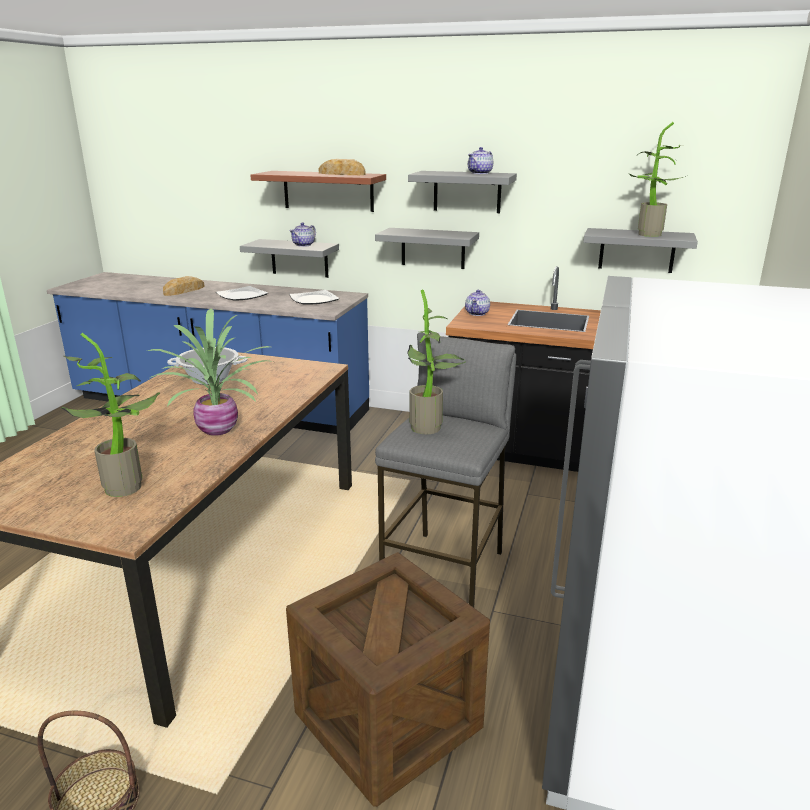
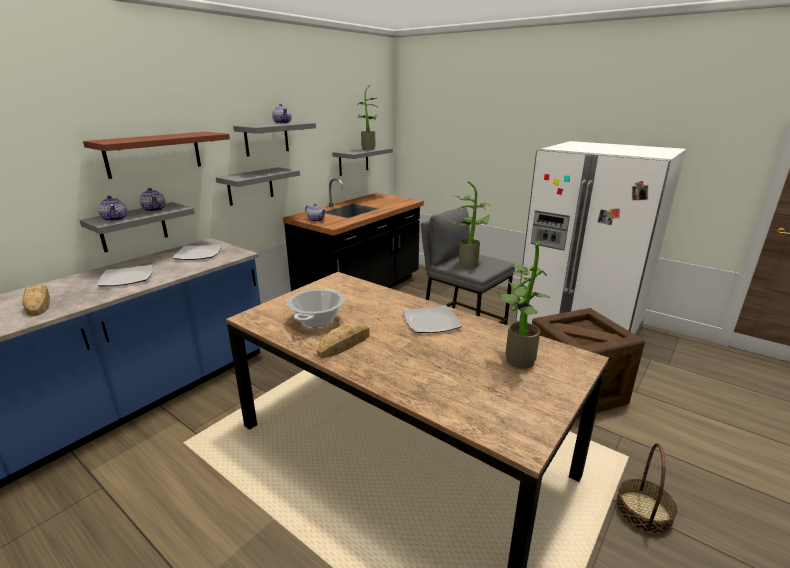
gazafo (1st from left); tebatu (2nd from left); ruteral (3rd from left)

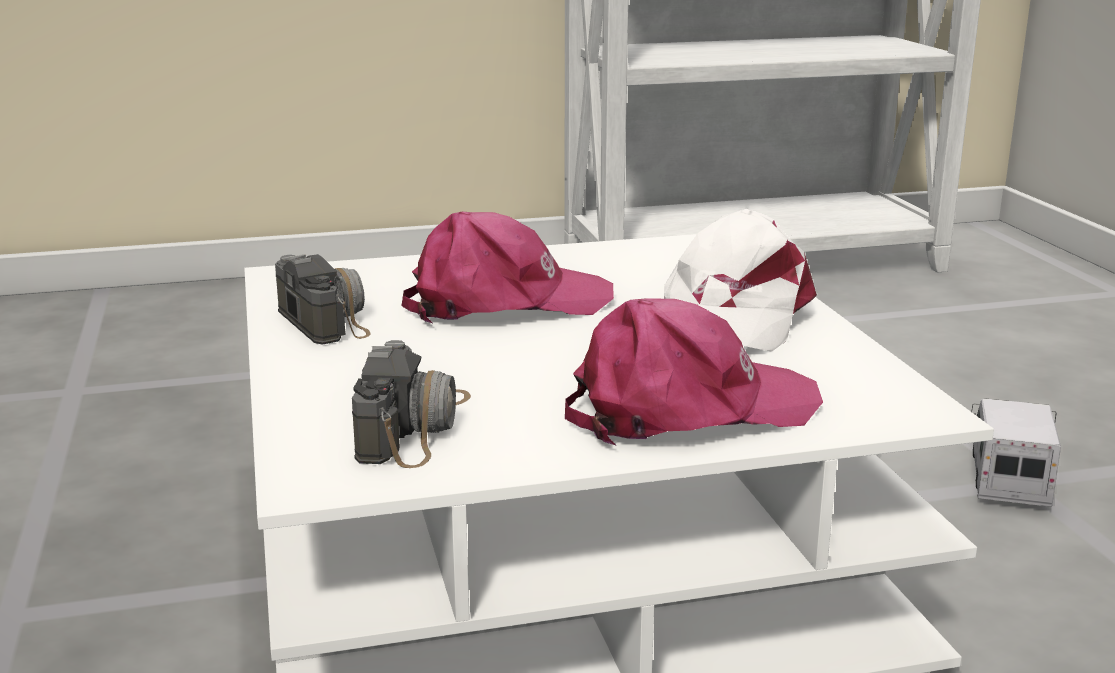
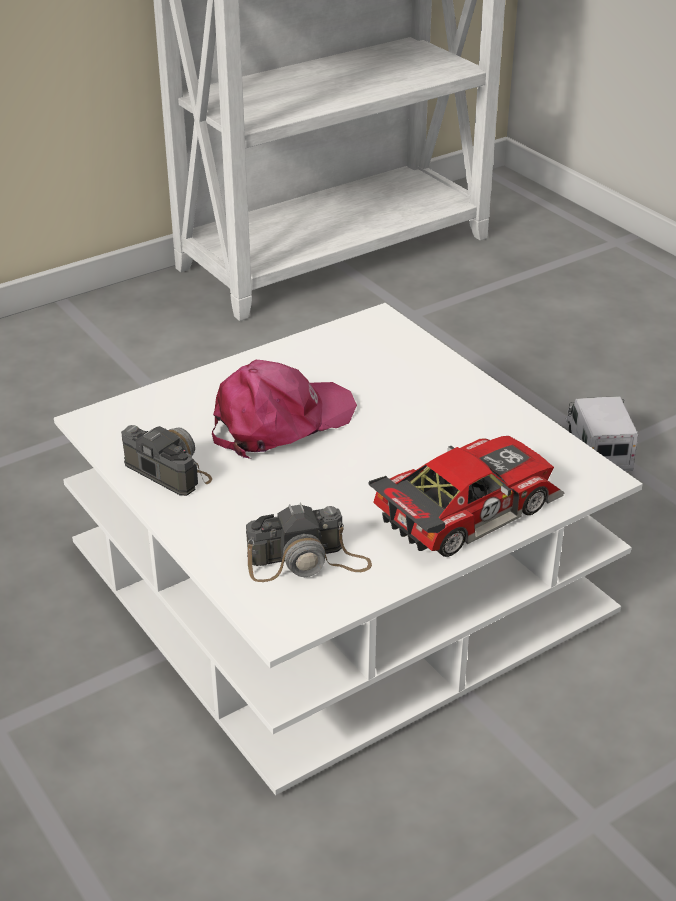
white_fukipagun; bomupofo; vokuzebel (2nd from left)

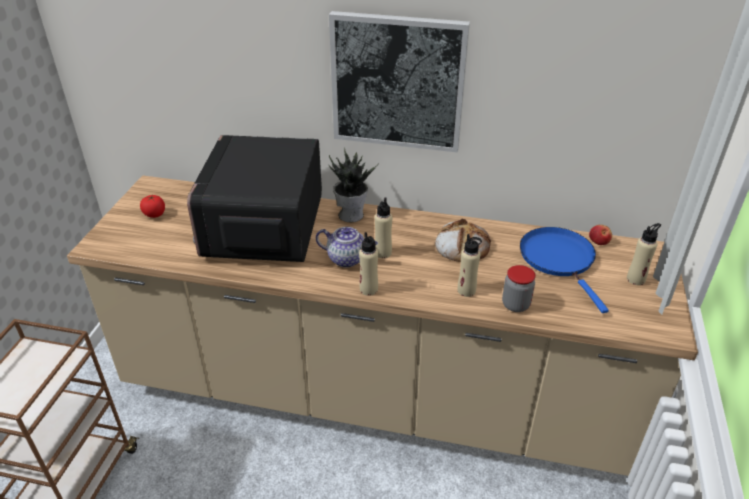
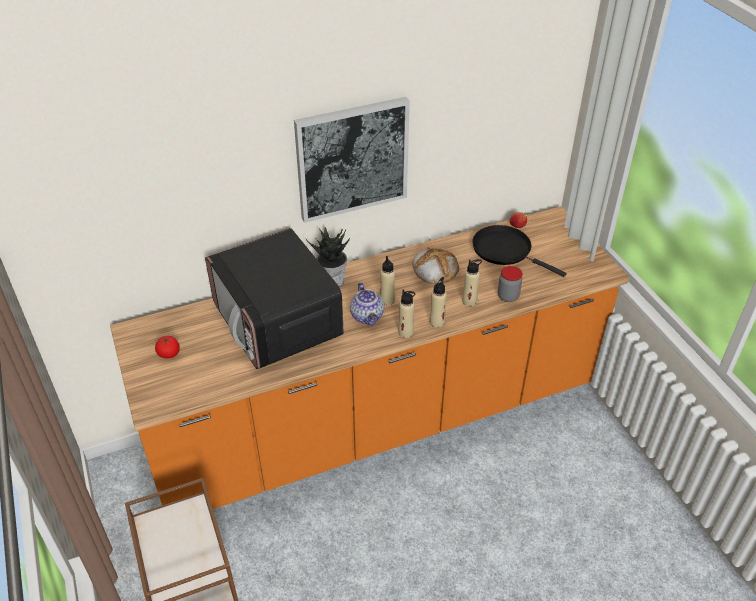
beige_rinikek (3rd from left); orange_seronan; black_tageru; gazafo

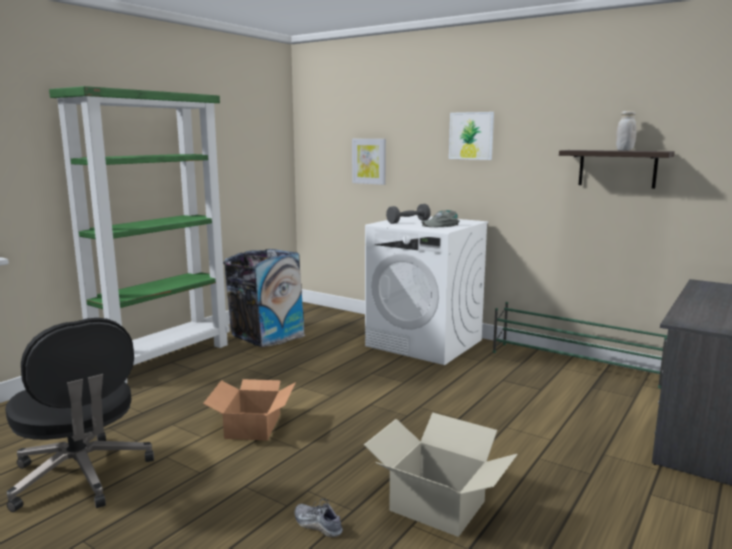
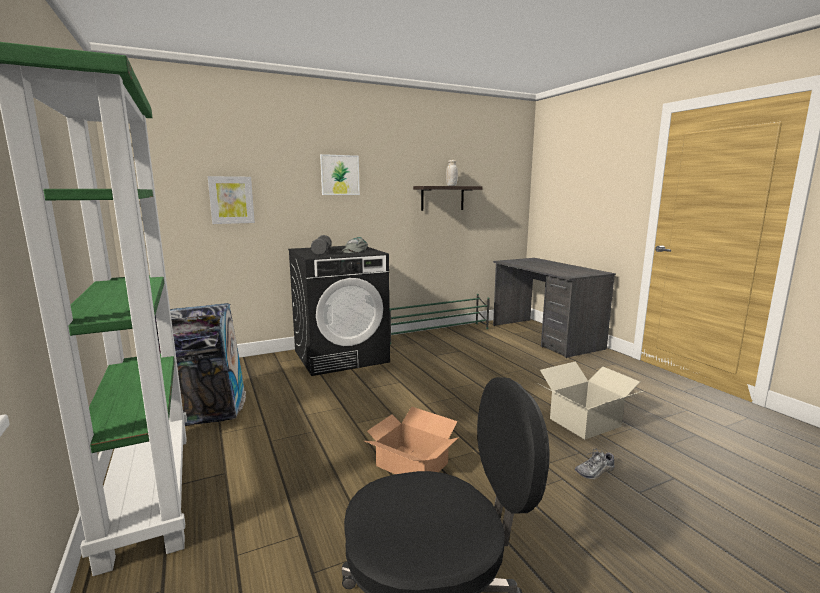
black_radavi

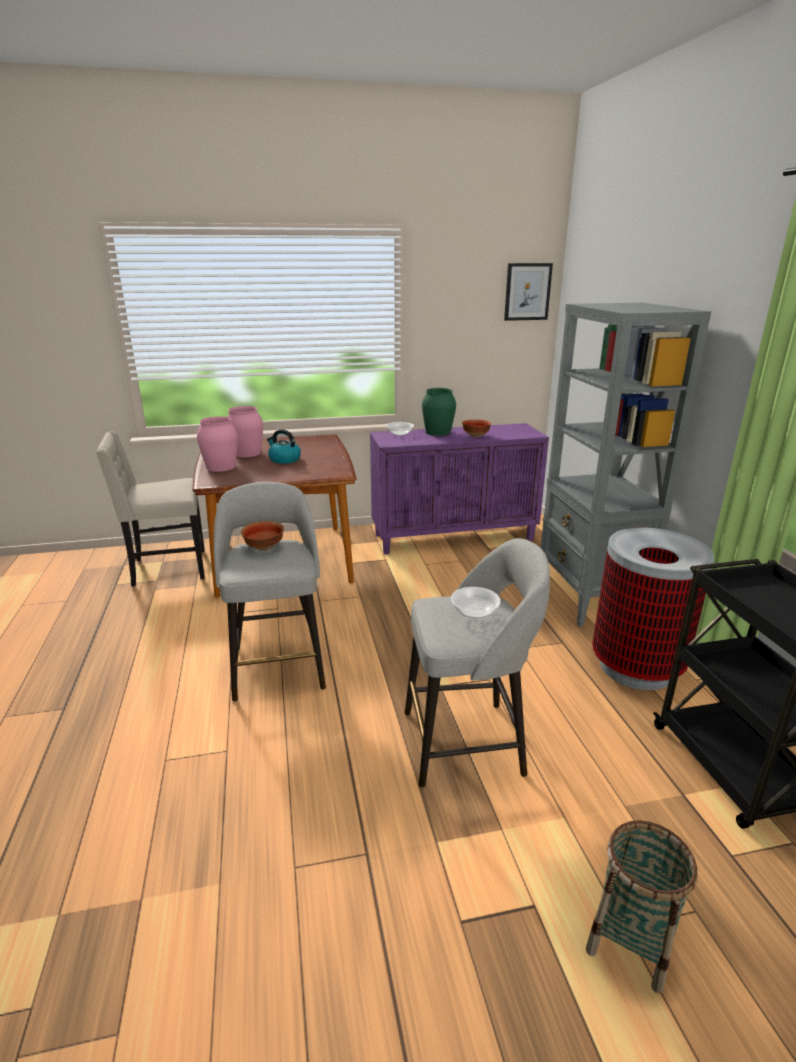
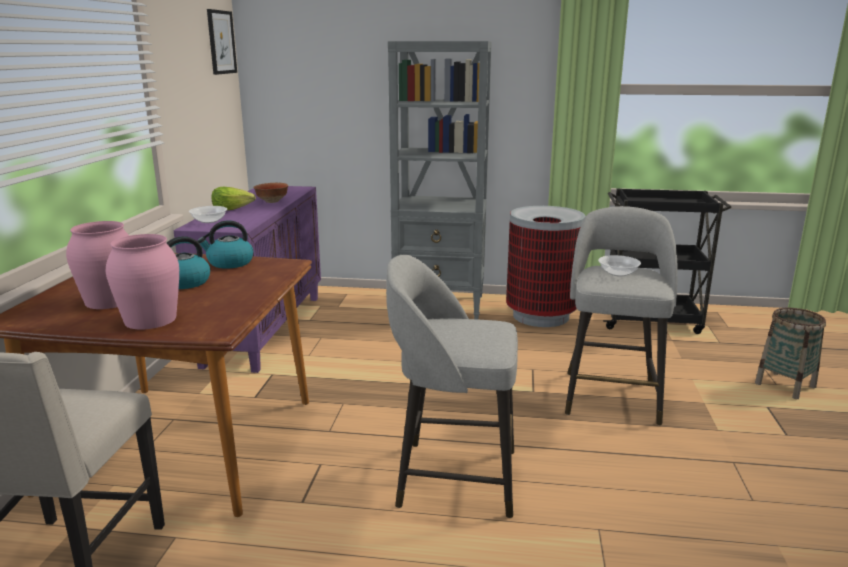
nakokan (1st from left in the first image); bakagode (2nd from left); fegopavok

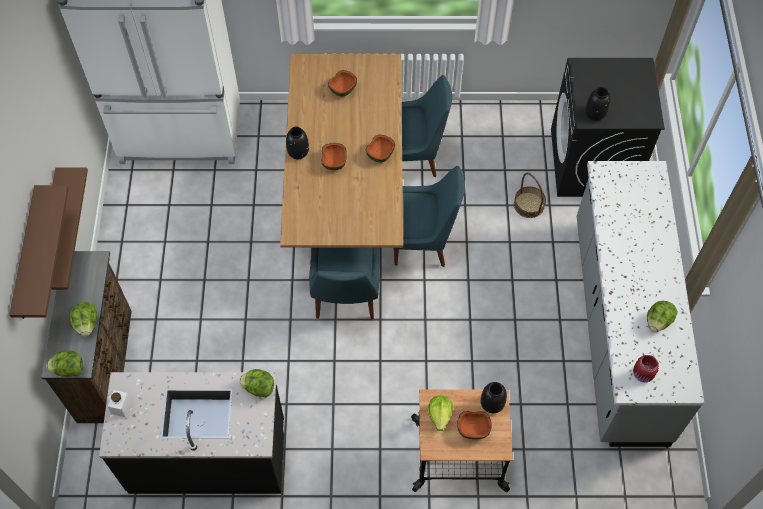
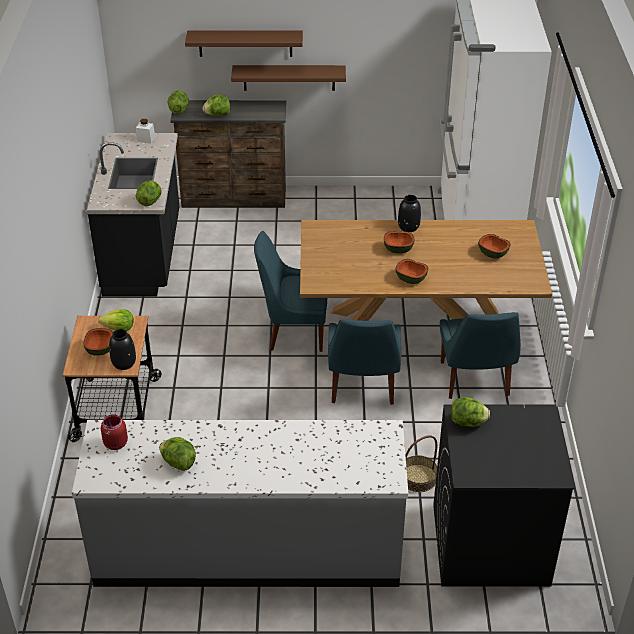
fegopavok (6th from left)

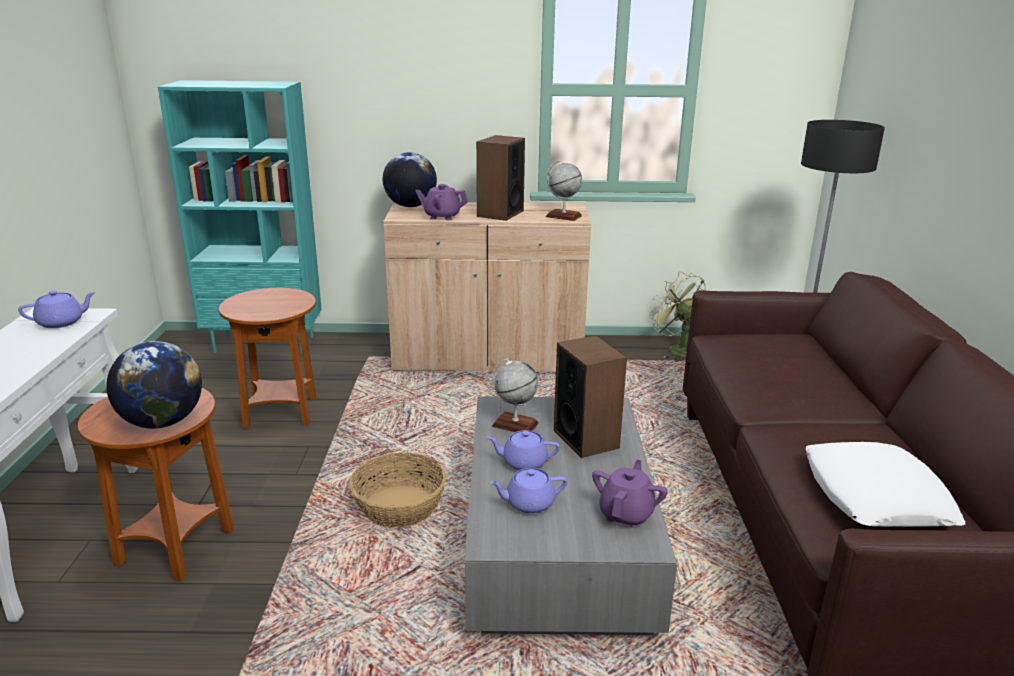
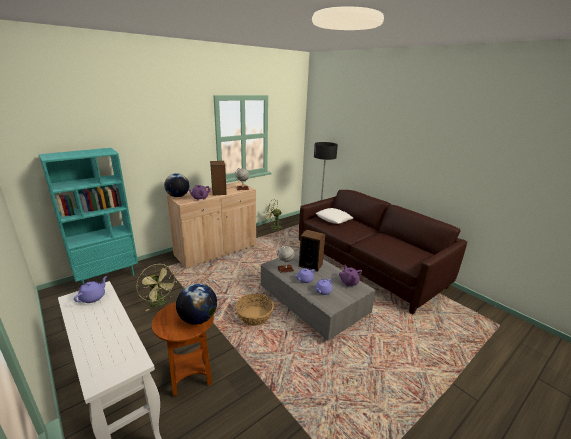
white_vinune; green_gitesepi (1st from left)

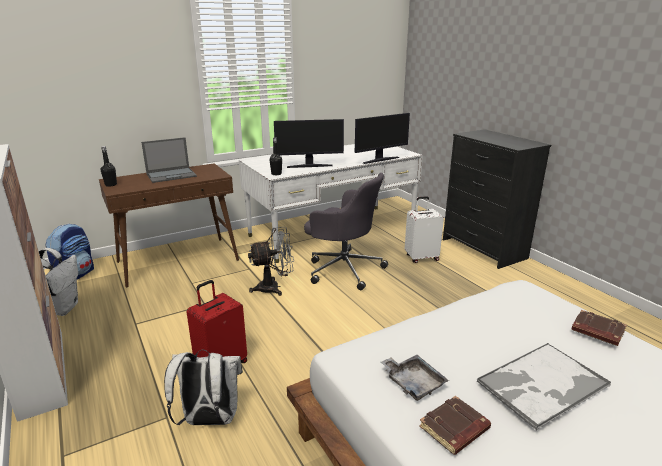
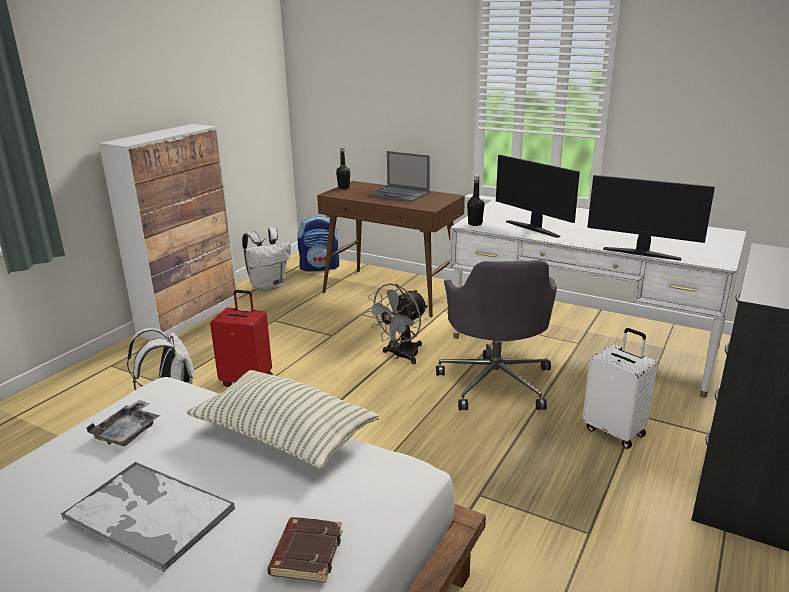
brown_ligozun (1st from left in the first image); vinune; grey_gitesepi

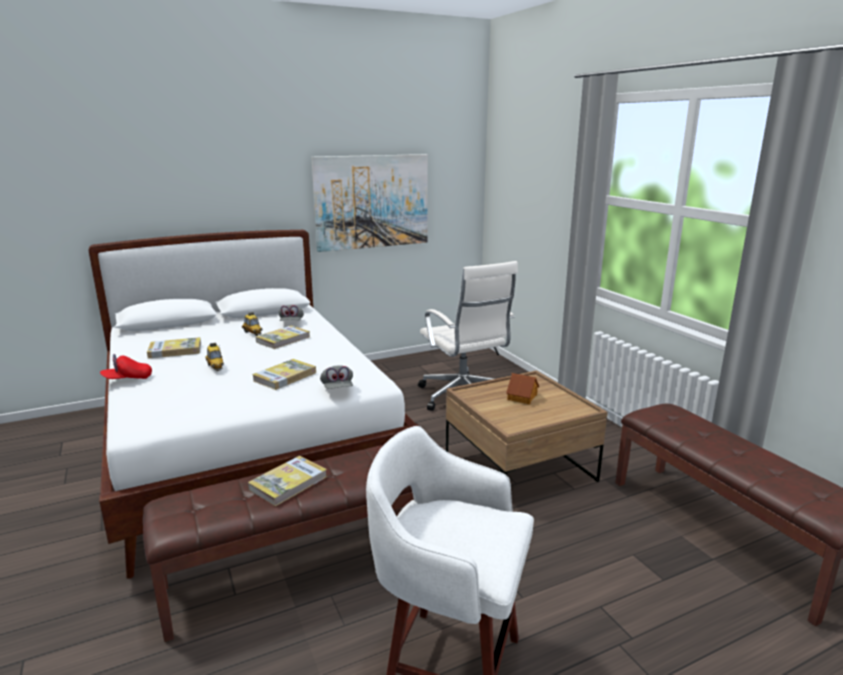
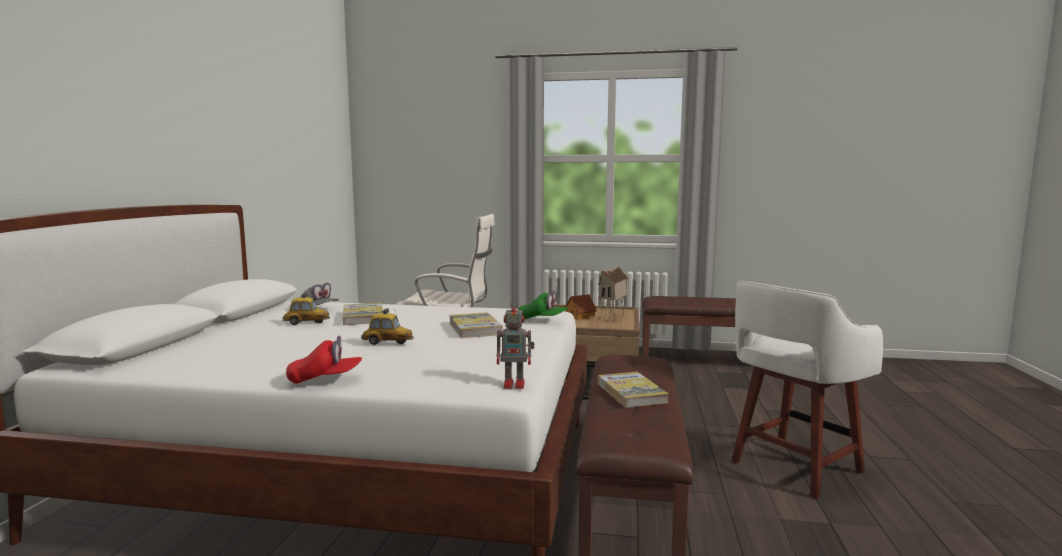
ligozun (1st from left in the first image); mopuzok; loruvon; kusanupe (2nd from left); green_fukipagun; red_fukipagun

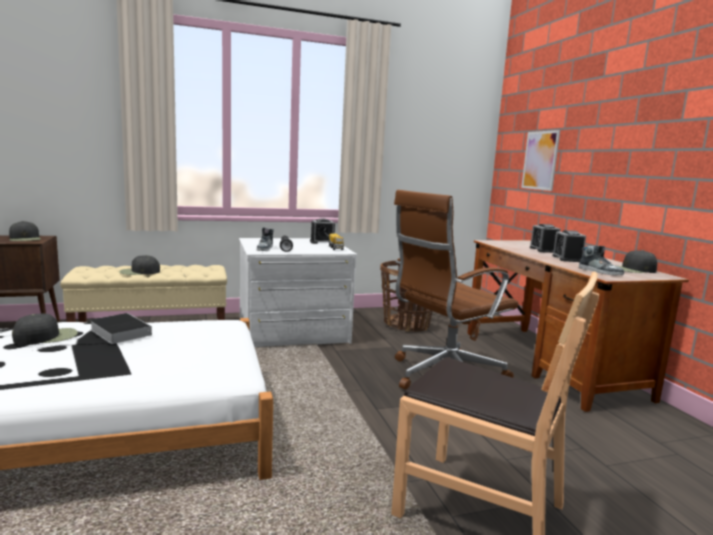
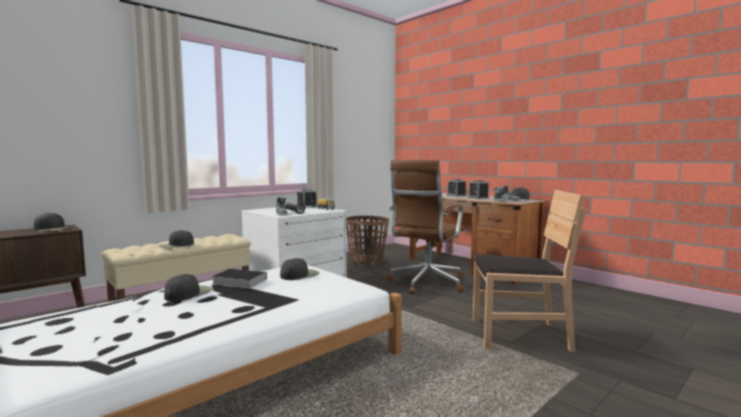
mopuzok; black_fukipagun (4th from left)

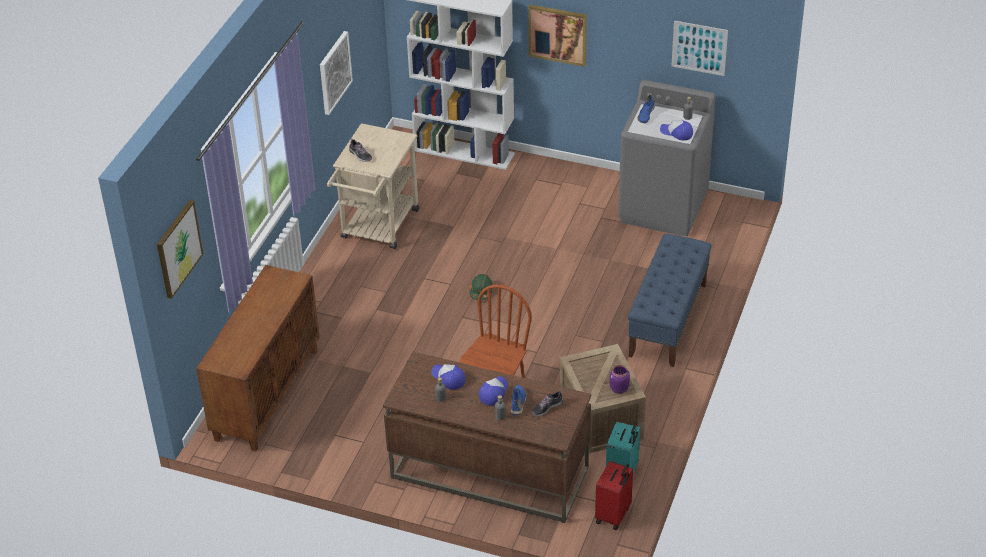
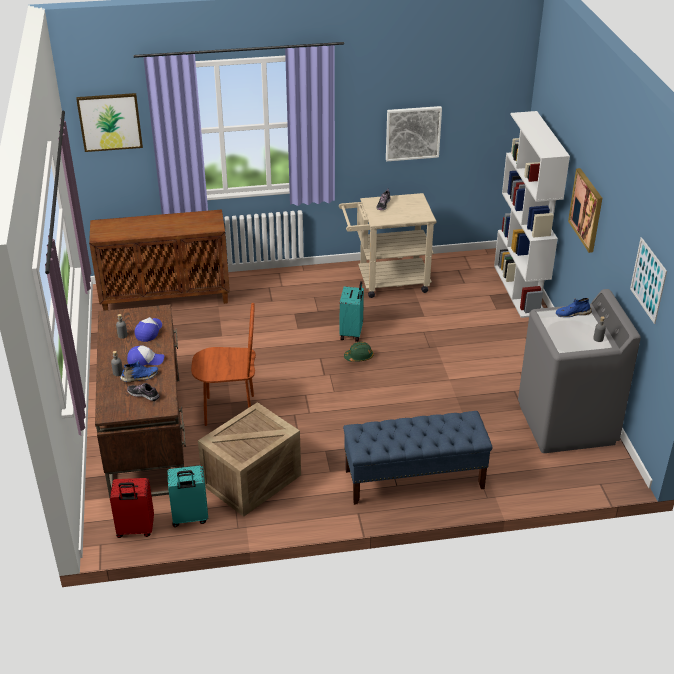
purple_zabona; fukipagun (3rd from left in the first image); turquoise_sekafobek (2nd from left)

